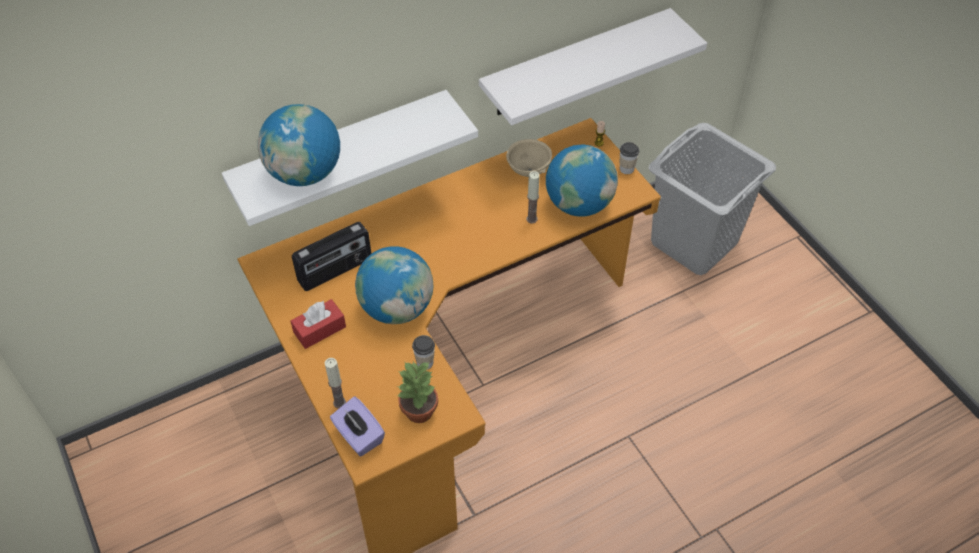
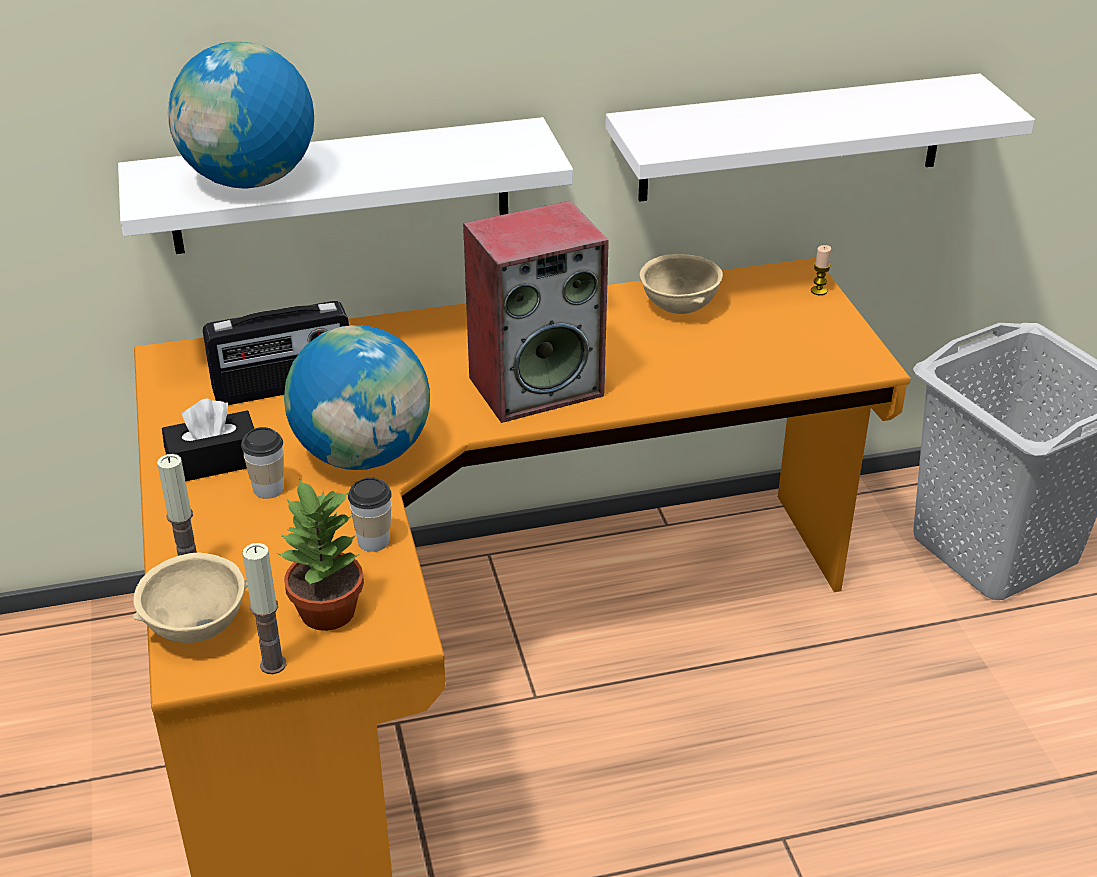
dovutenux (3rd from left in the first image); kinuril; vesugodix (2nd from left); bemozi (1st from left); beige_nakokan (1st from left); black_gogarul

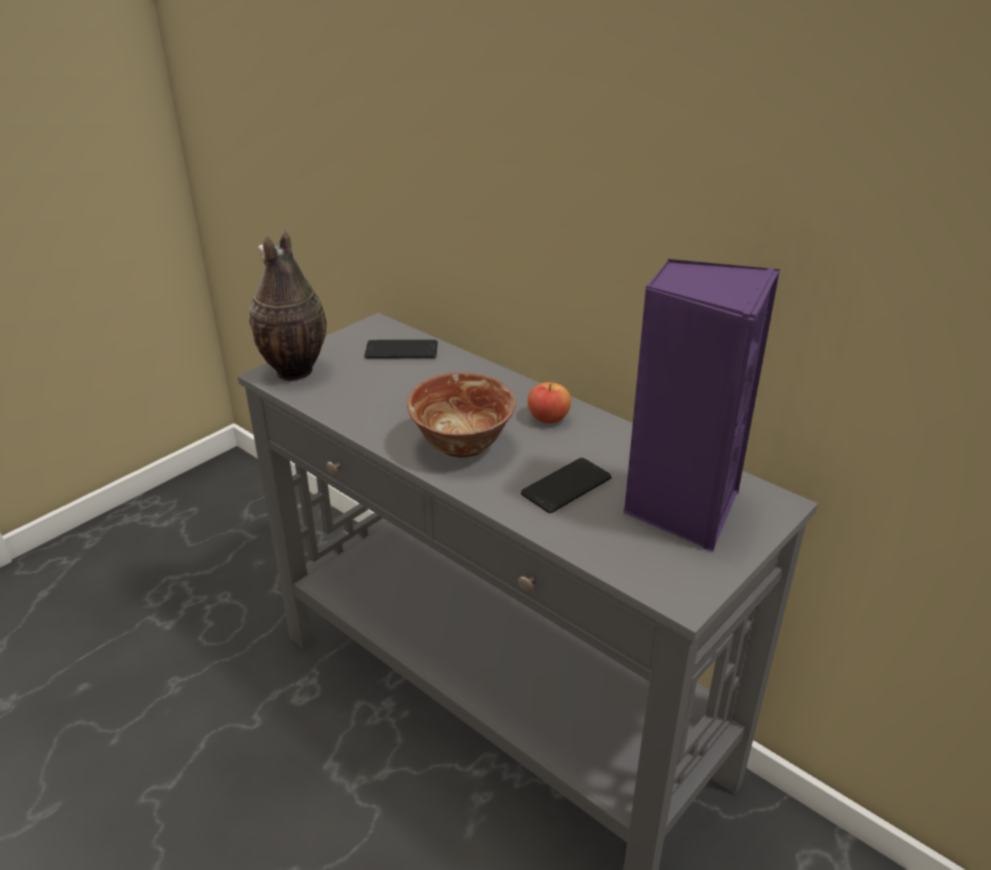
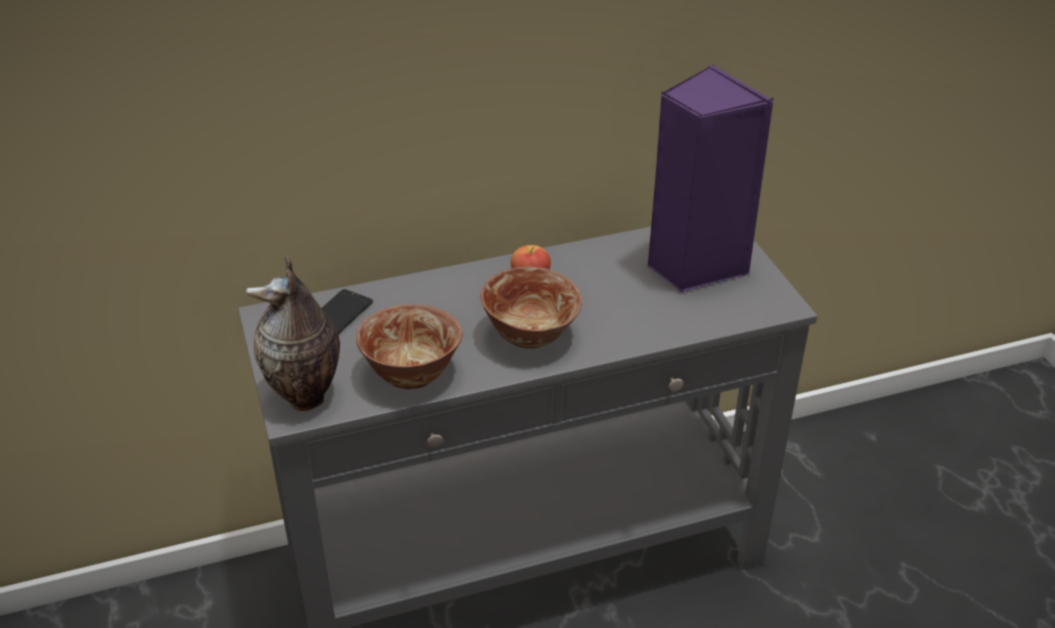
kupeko (2nd from left in the first image); nakokan (1st from left)

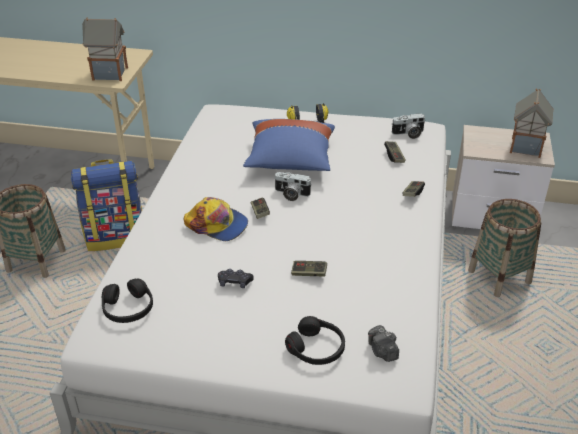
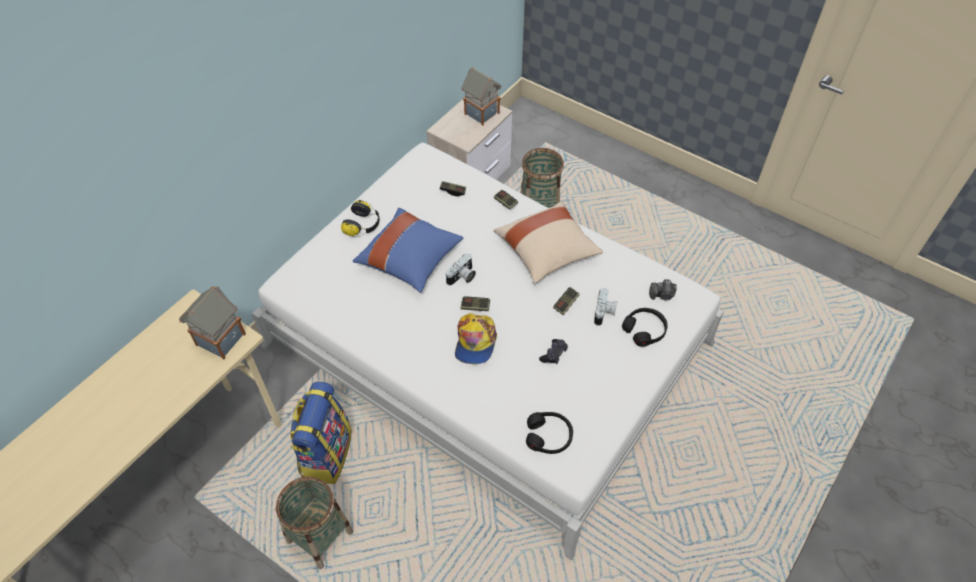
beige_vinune; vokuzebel (2nd from left); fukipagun

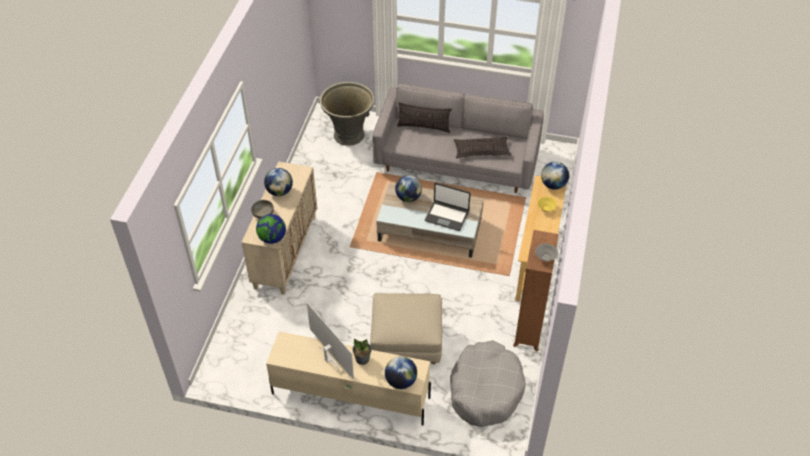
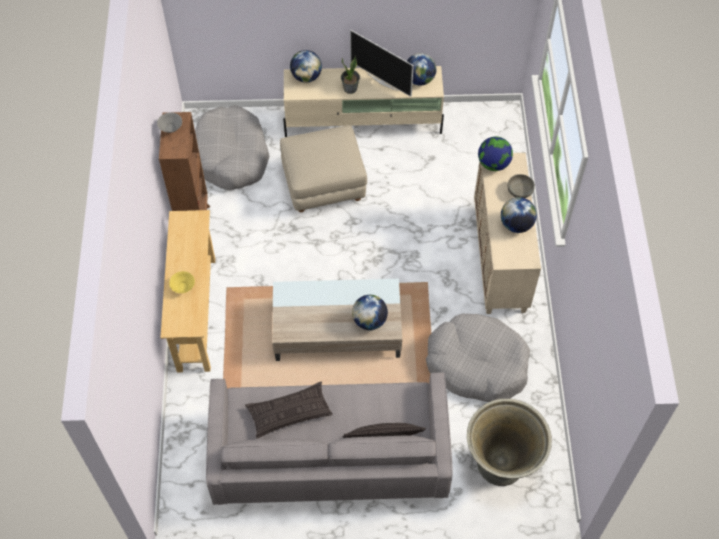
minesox; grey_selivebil (2nd from left); dovutenux (3rd from left)

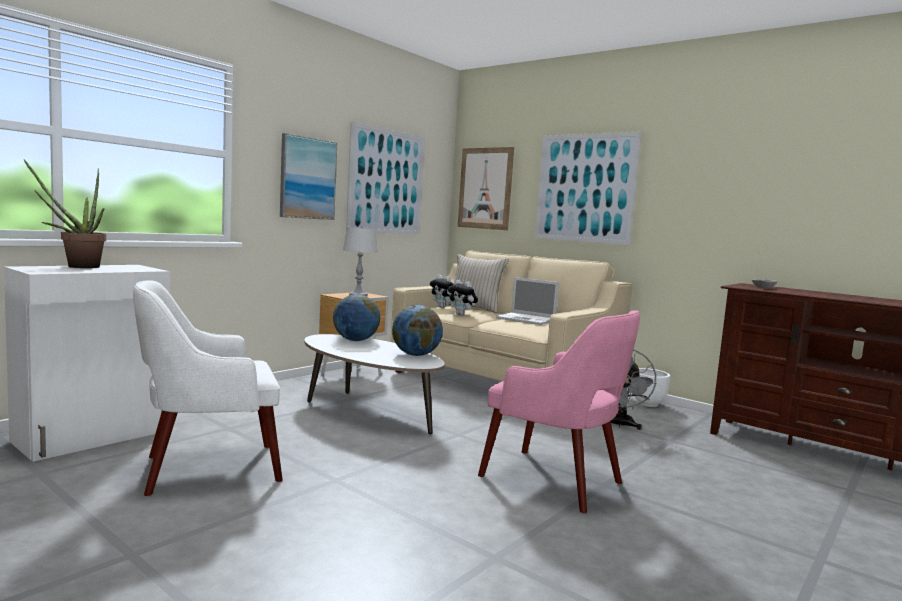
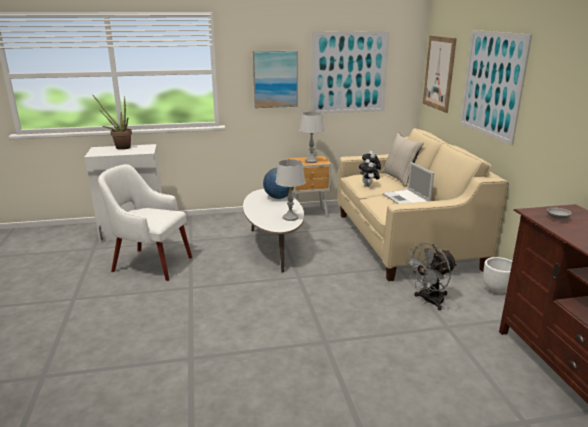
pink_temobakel; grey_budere (1st from left)

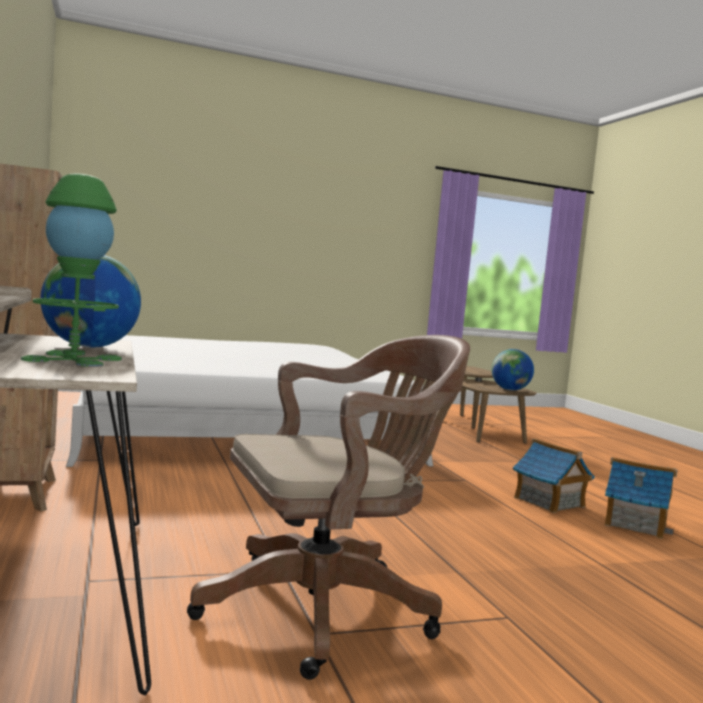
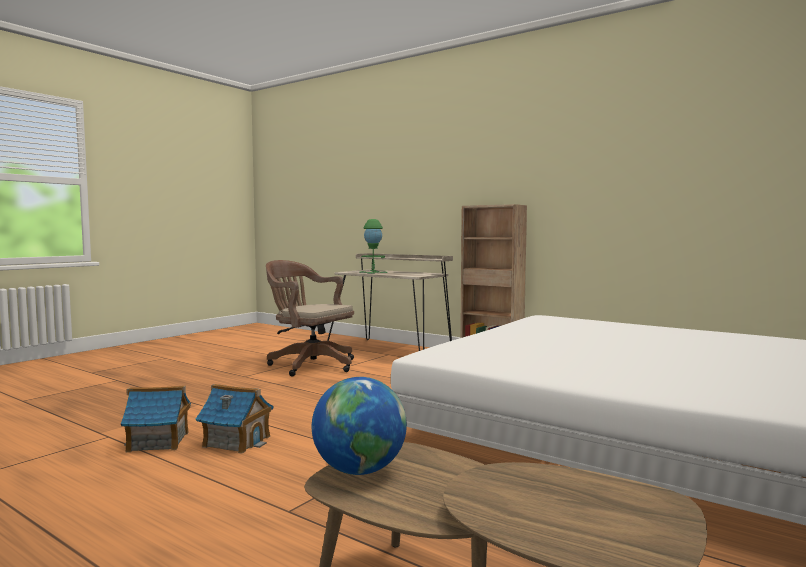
dovutenux (1st from left in the first image); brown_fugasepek

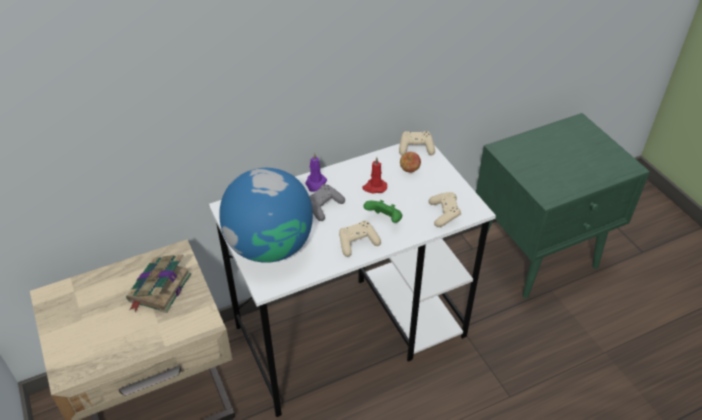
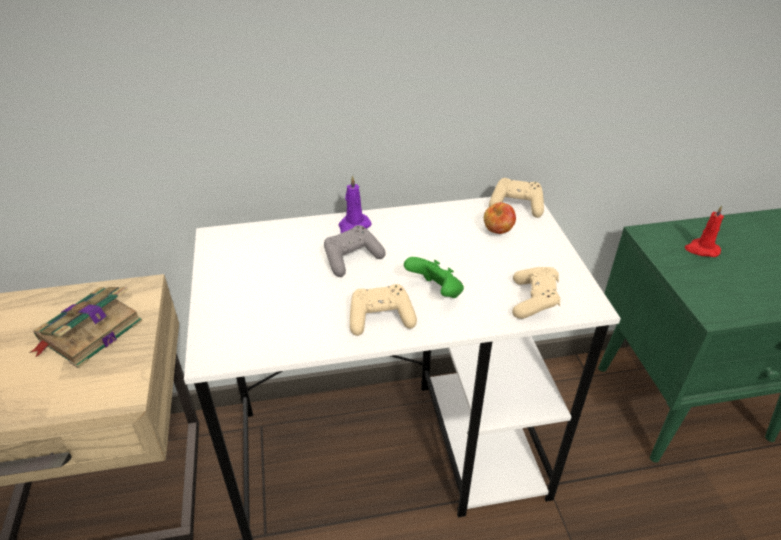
dovutenux; red_vesugodix

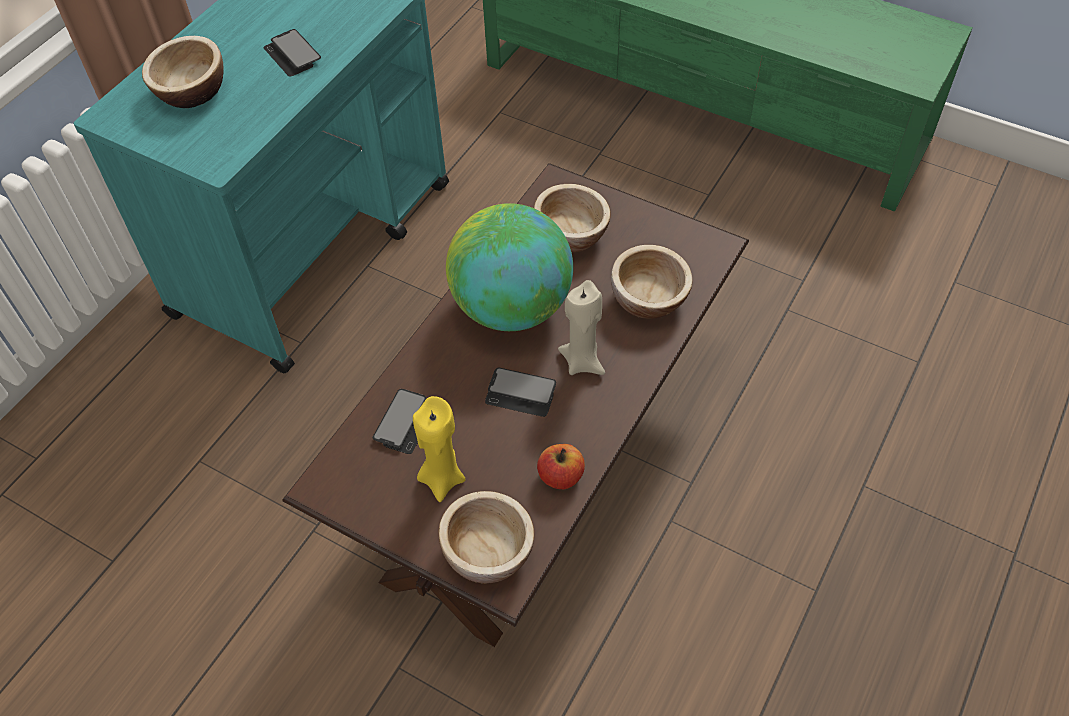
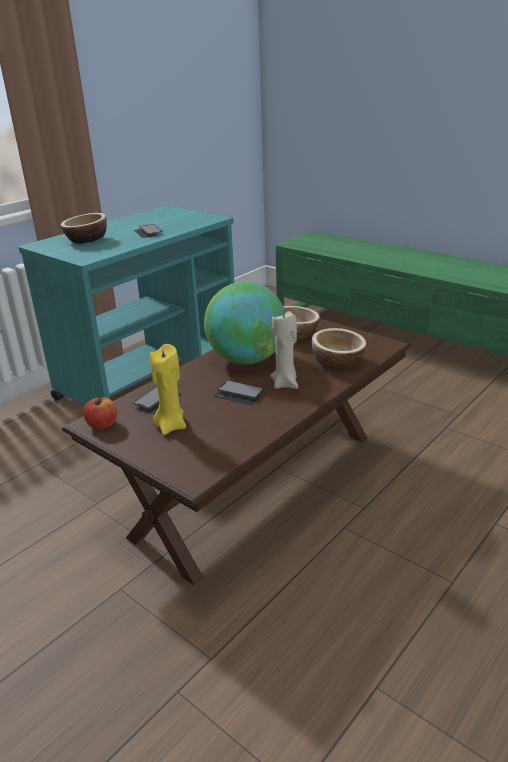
nakokan (2nd from left in the first image); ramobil

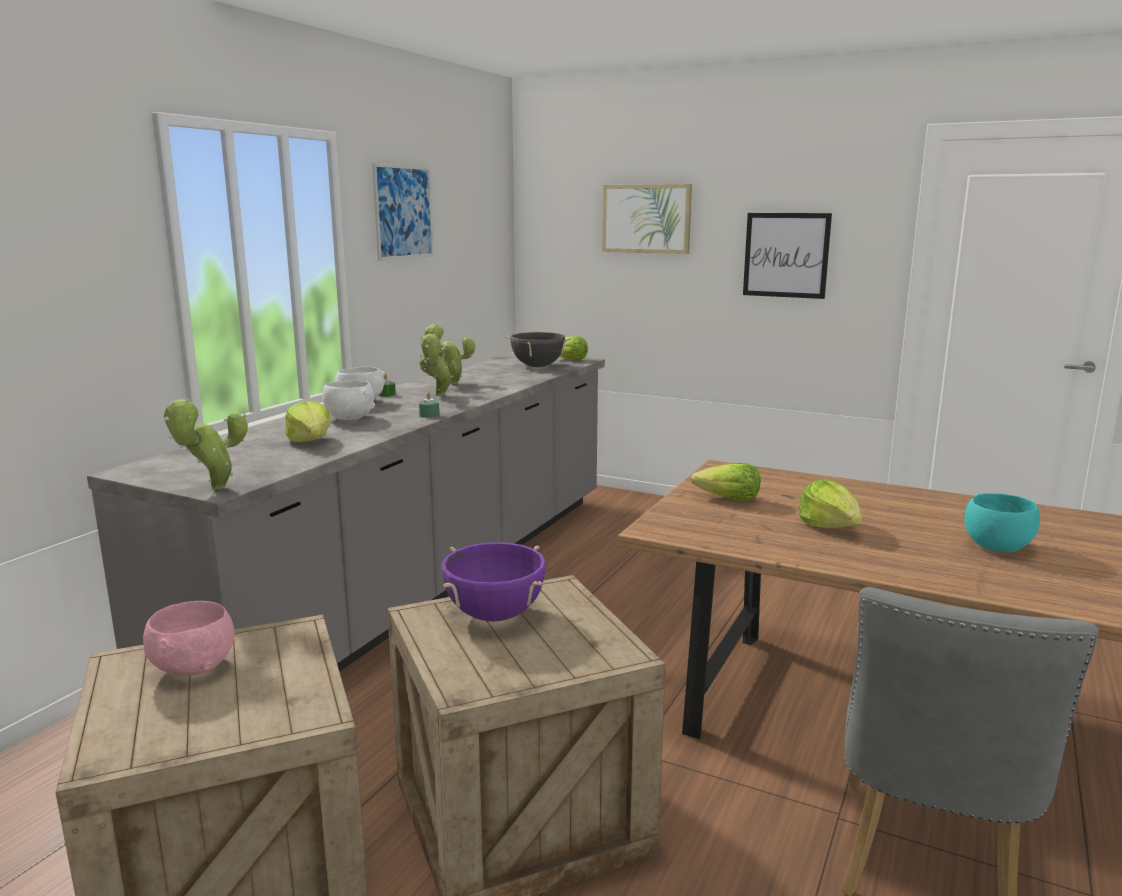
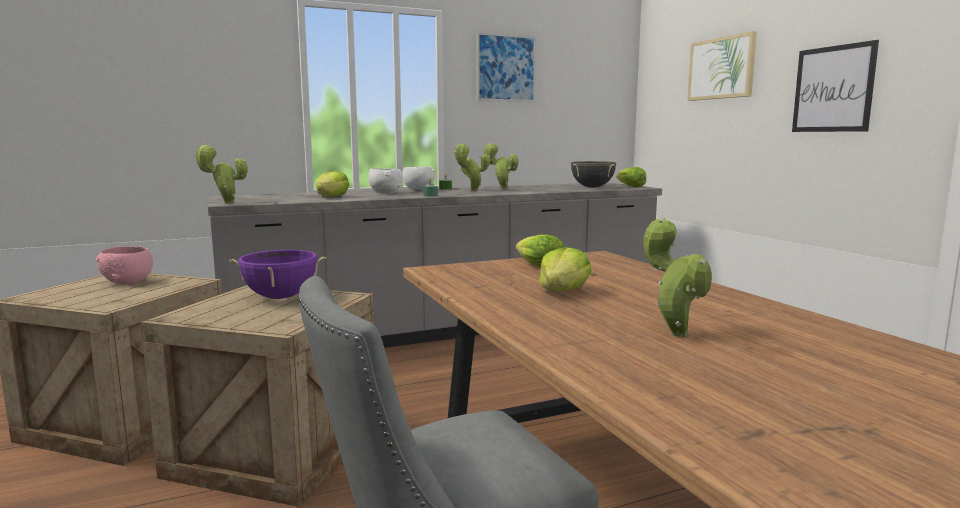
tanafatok (4th from left)

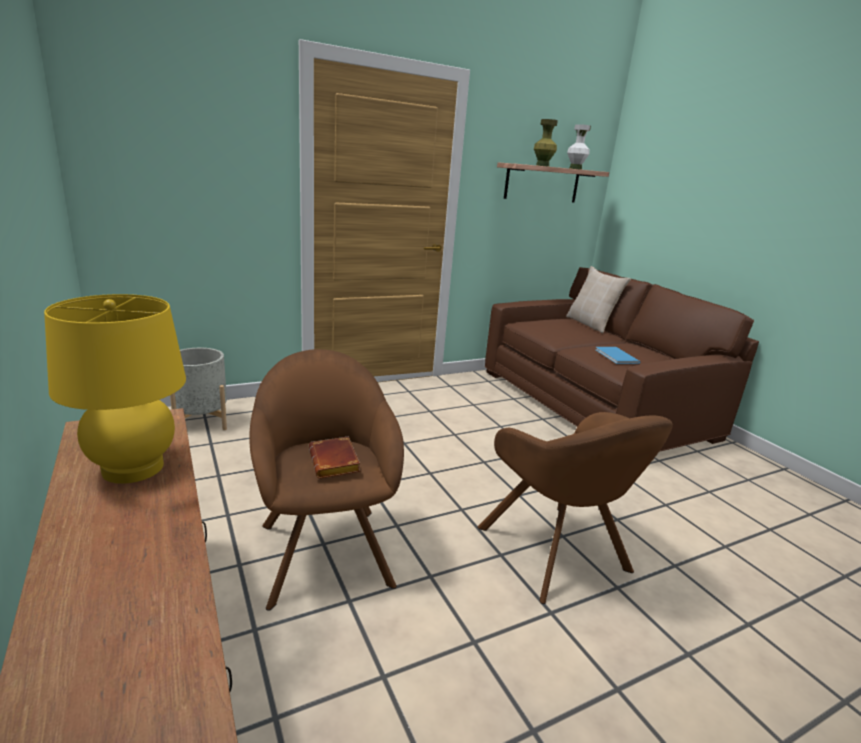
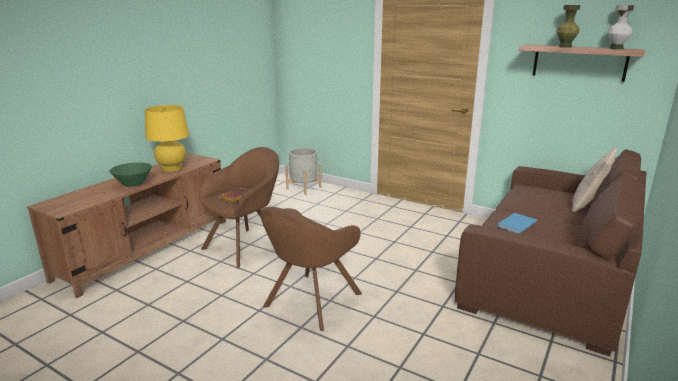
green_nakokan

